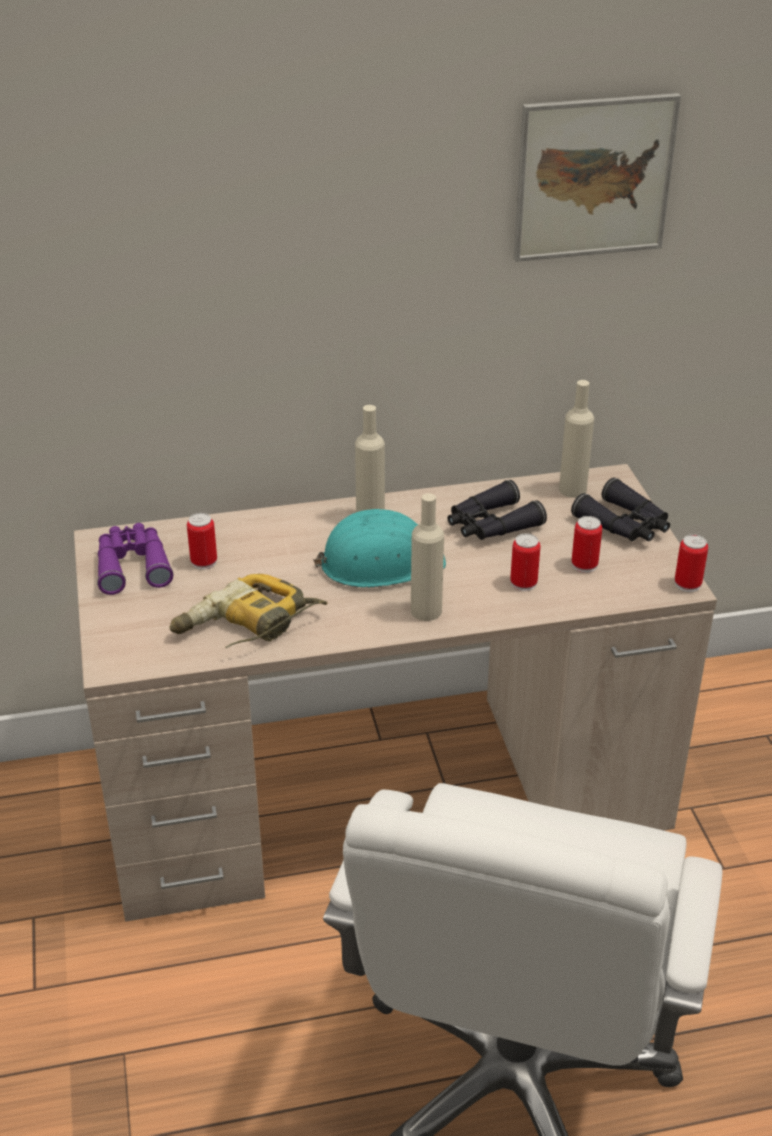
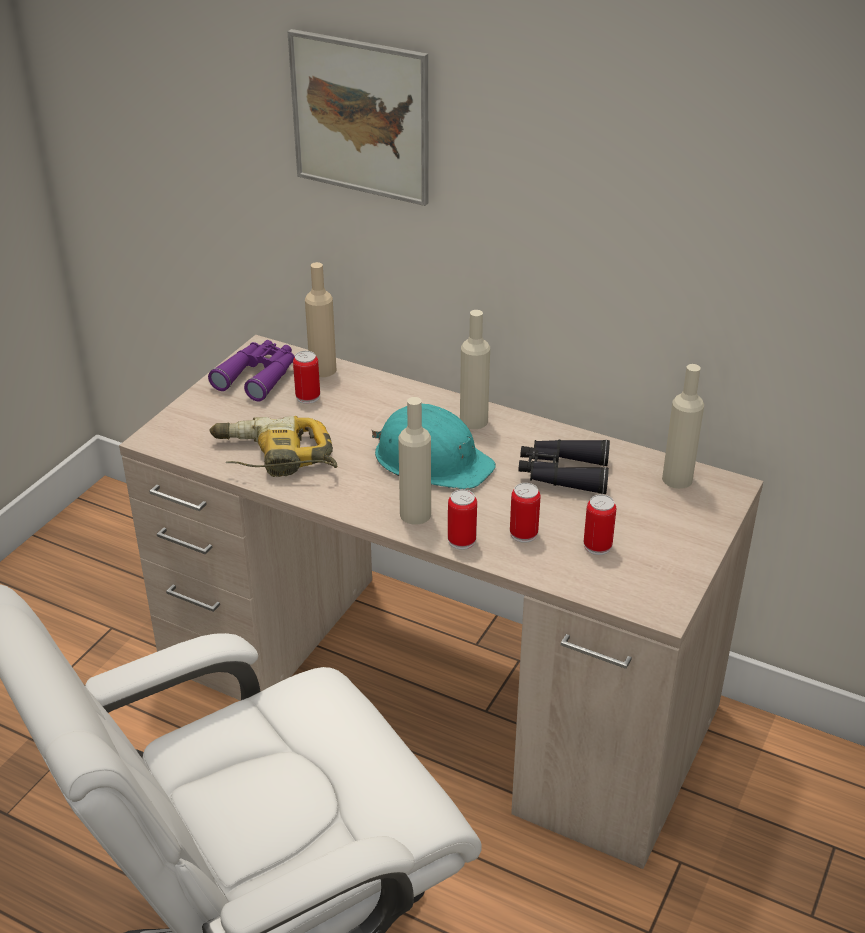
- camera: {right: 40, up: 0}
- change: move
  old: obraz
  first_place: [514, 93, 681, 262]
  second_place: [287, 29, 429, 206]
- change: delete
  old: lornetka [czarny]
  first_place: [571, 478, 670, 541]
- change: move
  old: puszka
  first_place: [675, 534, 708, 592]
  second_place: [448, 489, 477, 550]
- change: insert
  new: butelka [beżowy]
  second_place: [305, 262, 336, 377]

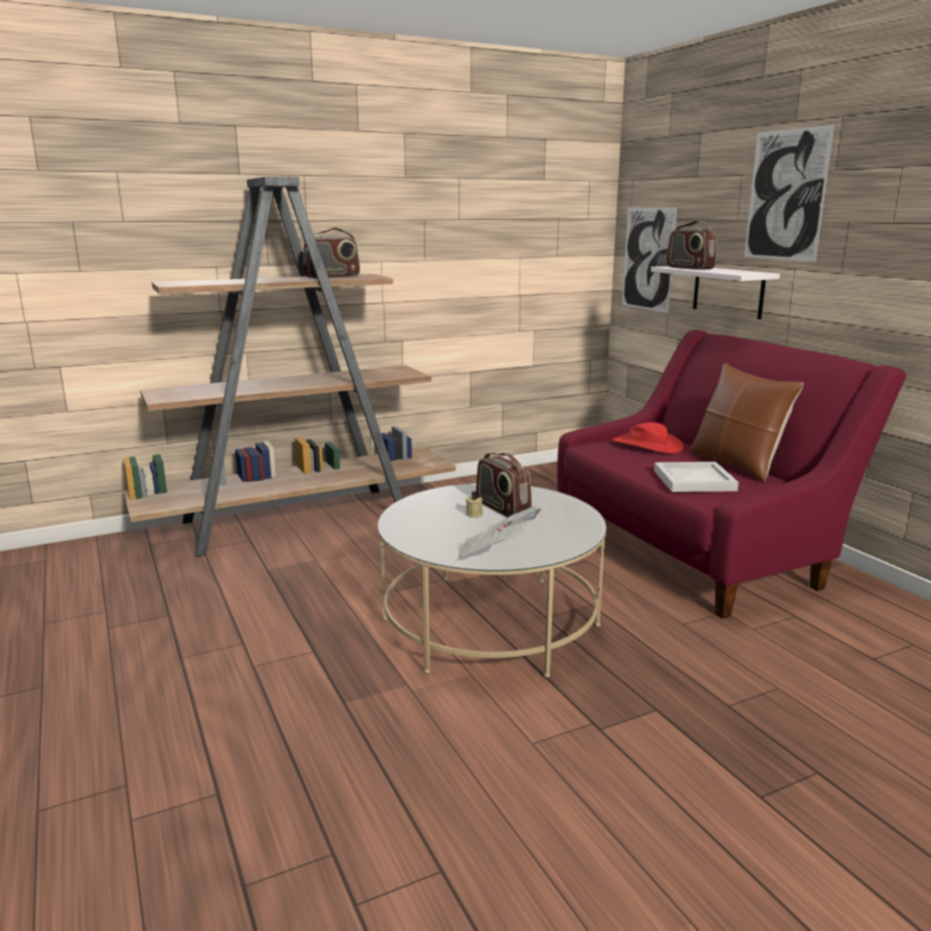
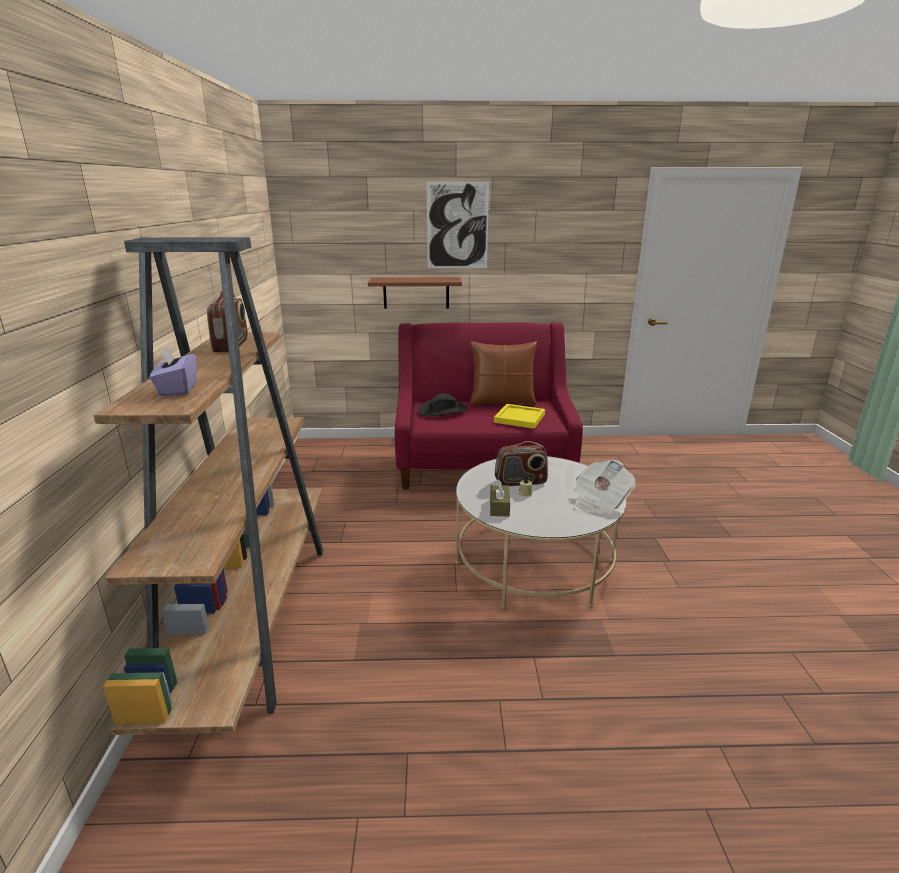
- camera: {right: -65, up: 5}
- change: recolor
  old: kapelusz [czerwony]
  new: kapelusz [czarny]
  first_place: [612, 422, 684, 453]
  second_place: [418, 393, 468, 416]
- change: delete
  old: obraz
  first_place: [622, 207, 677, 313]
- change: recolor
  old: półka [biały]
  new: półka [brązowy]
  first_place: [651, 266, 780, 319]
  second_place: [368, 277, 462, 309]
- change: recolor
  old: taca [biały]
  new: taca [żółty]
  first_place: [654, 462, 739, 492]
  second_place: [494, 404, 545, 429]
- change: delete
  old: radio
  first_place: [666, 221, 716, 270]
- change: insert
  new: pudełko chusteczek [fioletowy]
  second_place: [149, 346, 197, 396]
- change: insert
  new: pudełko chusteczek [brązowy]
  second_place: [490, 480, 510, 517]

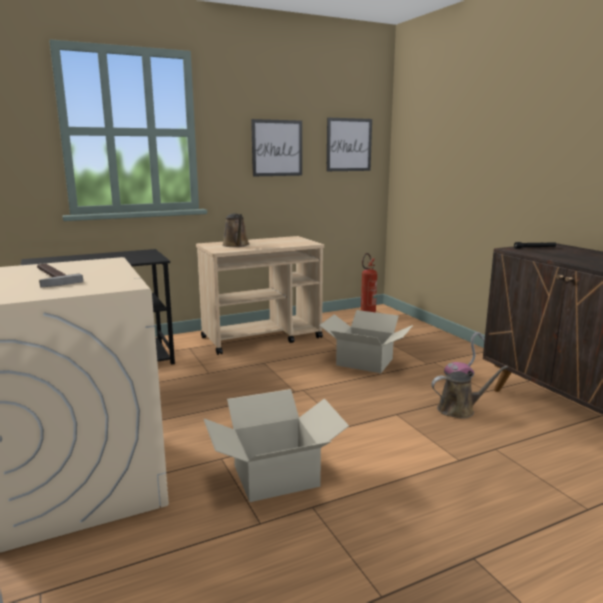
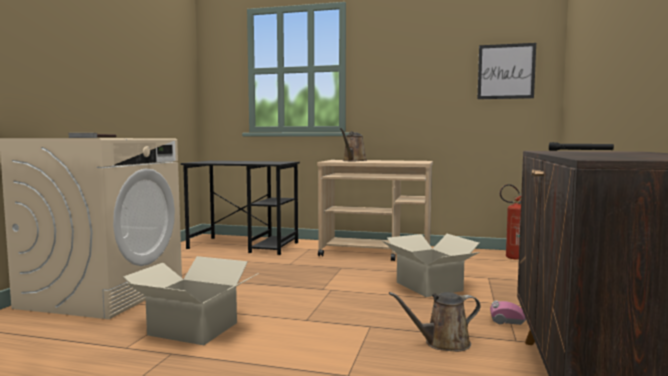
- camera: {right: 40, up: -10}
- change: delete
  old: obraz
  first_place: [251, 119, 302, 176]
- change: rotate
  old: konewka [brązowy]
  first_place: [431, 366, 508, 419]
  second_place: [389, 292, 480, 352]
  degrees: 135

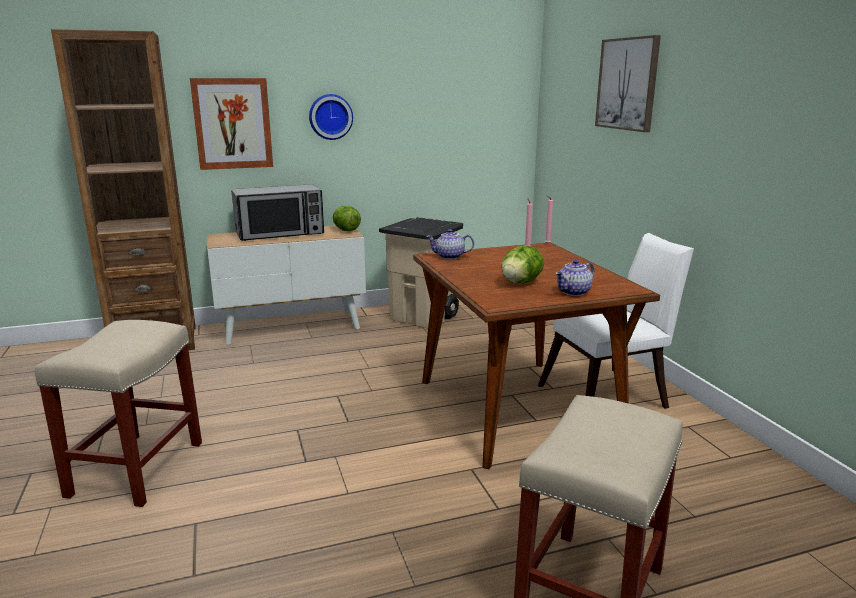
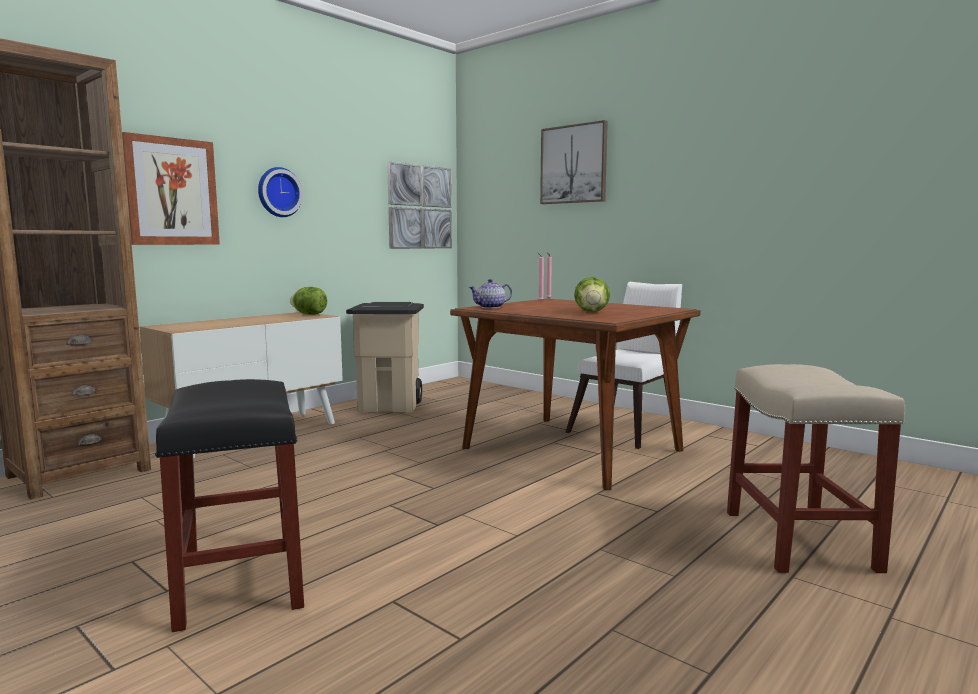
- camera: {right: -30, up: -10}
- change: recolor
  old: stołek [beżowy]
  new: stołek [czarny]
  first_place: [35, 320, 202, 507]
  second_place: [155, 379, 304, 632]
- change: delete
  old: mikrofalówka
  first_place: [231, 184, 324, 241]
- change: delete
  old: imbryk
  first_place: [555, 260, 594, 296]
- change: insert
  new: obraz
  second_place: [387, 161, 452, 249]

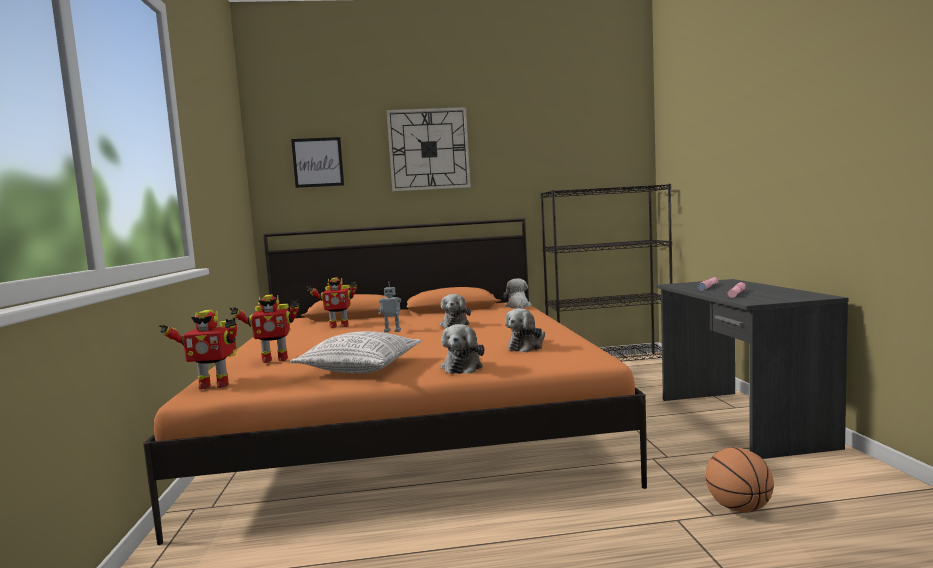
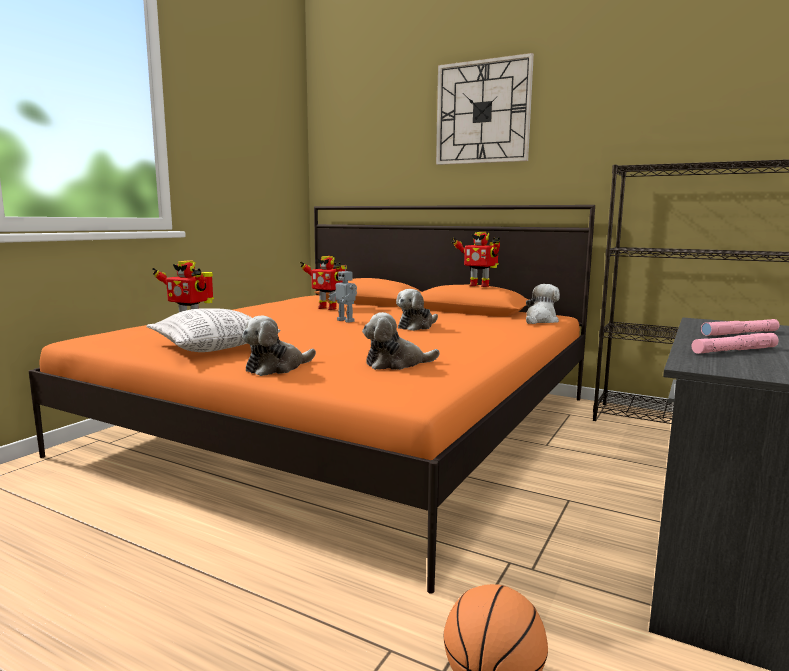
- camera: {right: 35, up: 5}
- change: move
  old: robot zabawkowy
  first_place: [159, 310, 237, 389]
  second_place: [451, 232, 500, 287]
- change: delete
  old: obraz
  first_place: [291, 137, 344, 188]

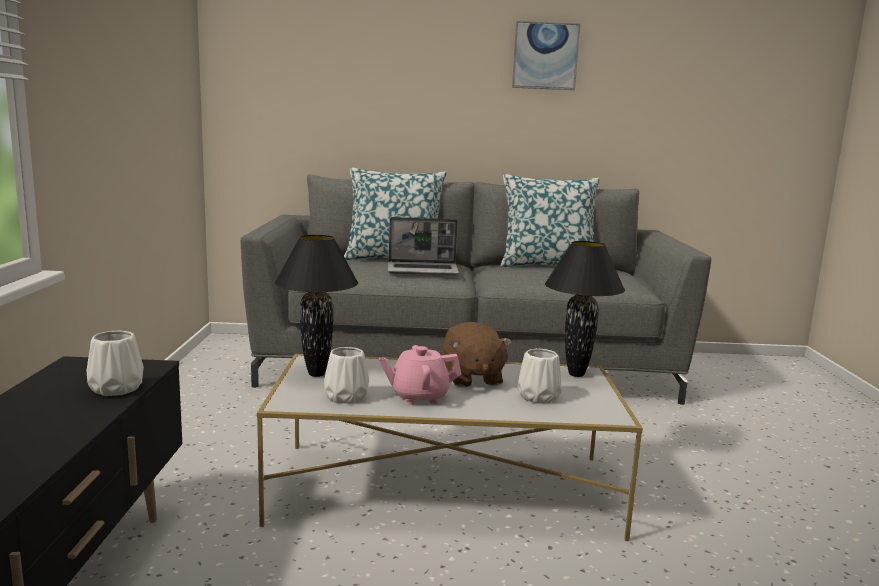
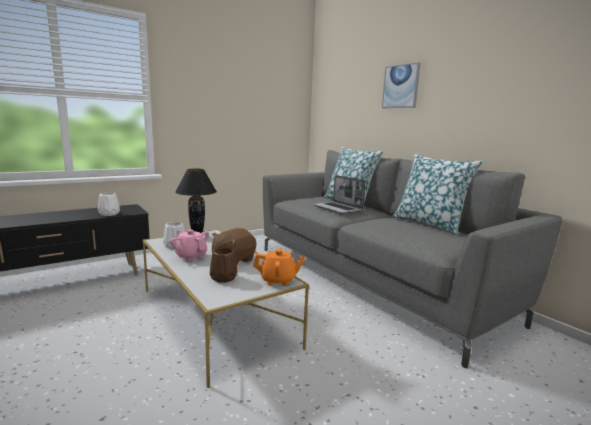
- camera: {right: 55, up: 0}
- change: move
  old: obraz
  first_place: [512, 21, 580, 90]
  second_place: [382, 62, 421, 108]
- change: recolor
  old: wazon [biały]
  new: wazon [brązowy]
  first_place: [518, 349, 561, 404]
  second_place: [210, 248, 237, 283]
- change: replace
  old: lampa stołowa [czarny]
  new: imbryk [pomarańczowy]
  first_place: [545, 241, 625, 377]
  second_place: [253, 248, 305, 286]

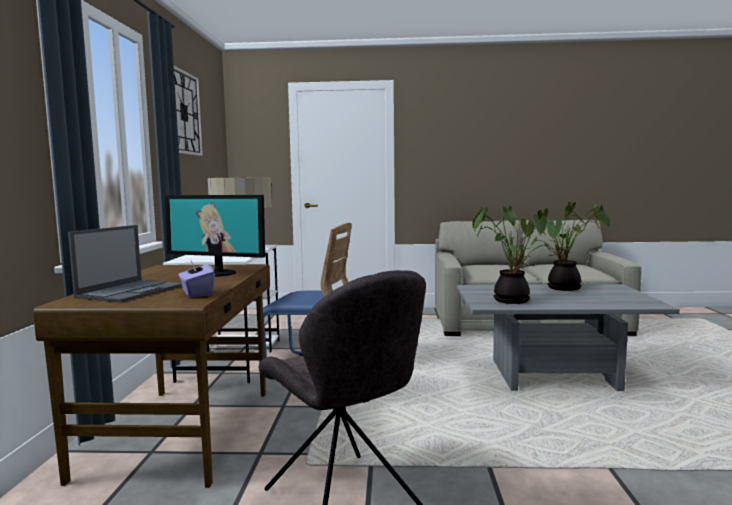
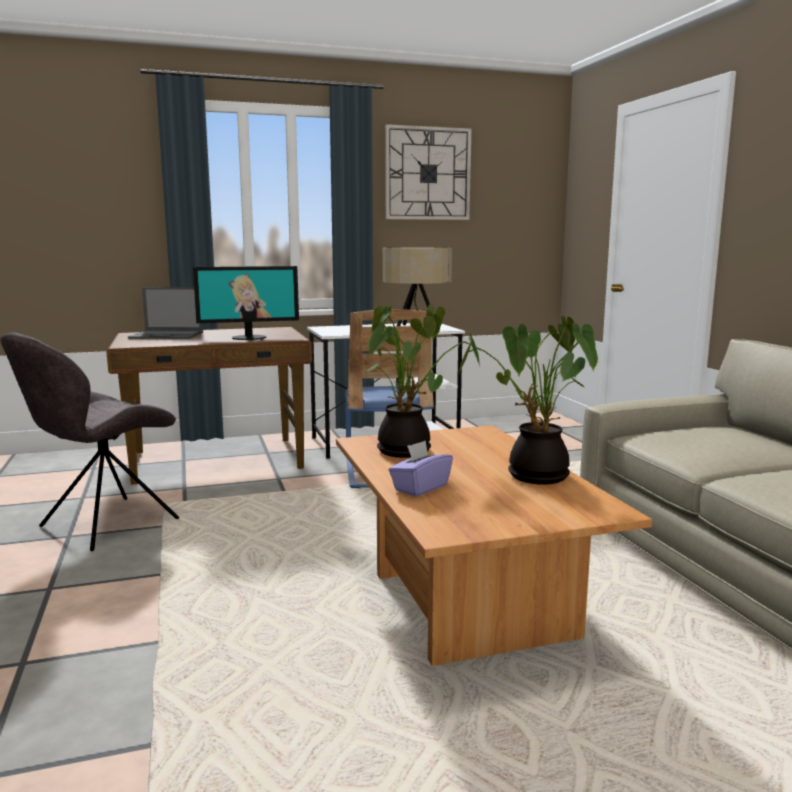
- camera: {right: 70, up: 5}
- change: rotate
  old: monitor
  first_place: [165, 195, 265, 276]
  second_place: [193, 266, 299, 340]
  degrees: -105
- change: move
  old: pudełko chusteczek [fioletowy]
  first_place: [179, 259, 215, 298]
  second_place: [389, 440, 453, 497]
- change: recolor
  old: ława [szary]
  new: ława [brązowy]
  first_place: [457, 284, 680, 391]
  second_place: [336, 425, 652, 666]

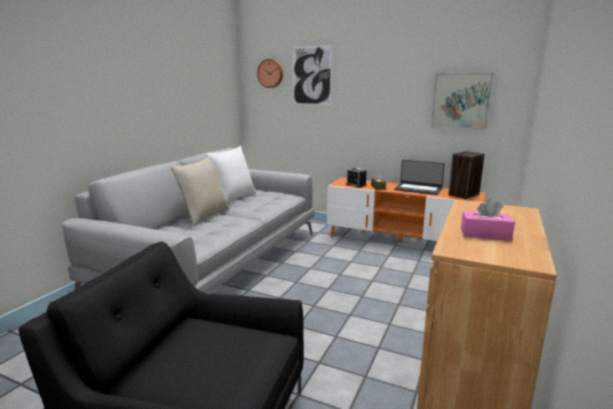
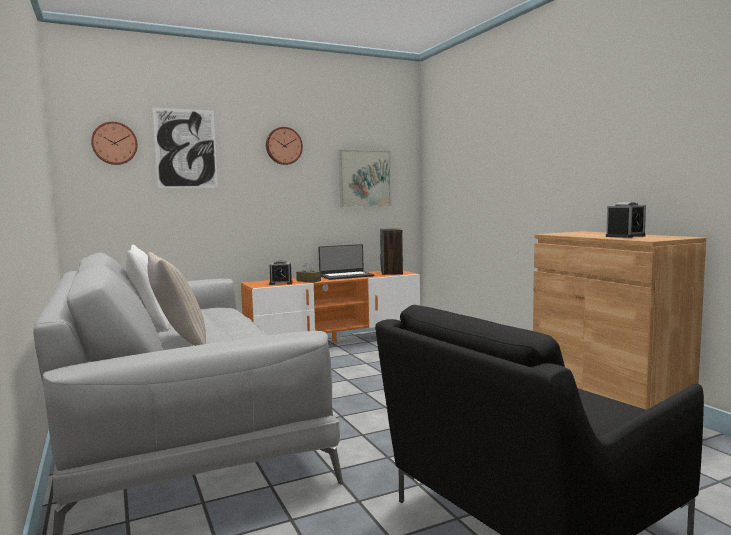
- camera: {right: -50, up: -10}
- change: replace
  old: pudełko chusteczek [różowy]
  new: budzik
  first_place: [461, 198, 515, 241]
  second_place: [606, 202, 646, 238]
- change: insert
  new: zegar ścienny
  second_place: [266, 127, 303, 165]

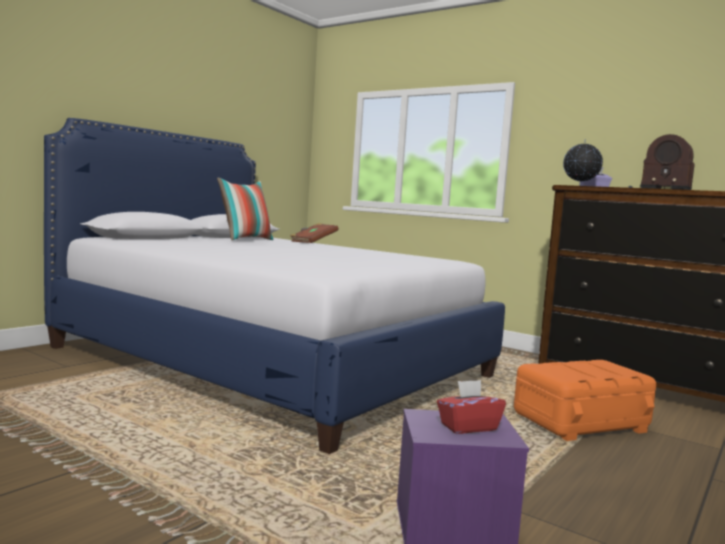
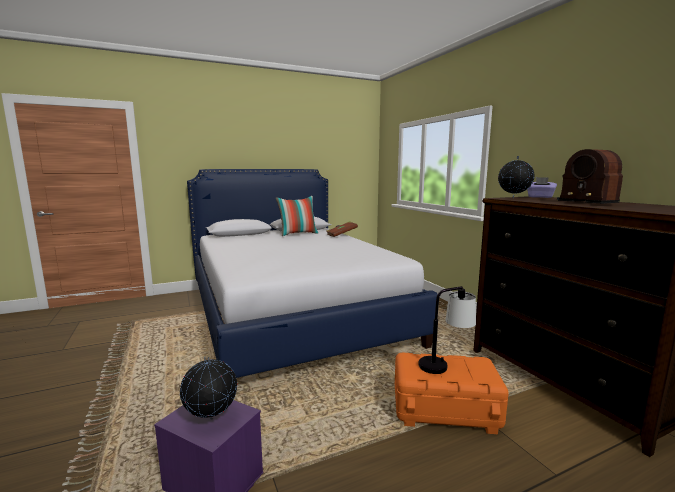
- camera: {right: 30, up: 5}
- change: replace
  old: pudełko chusteczek [czerwony]
  new: globus
  first_place: [437, 380, 506, 434]
  second_place: [180, 356, 237, 420]
- change: insert
  new: lampa stołowa
  second_place: [418, 286, 476, 374]

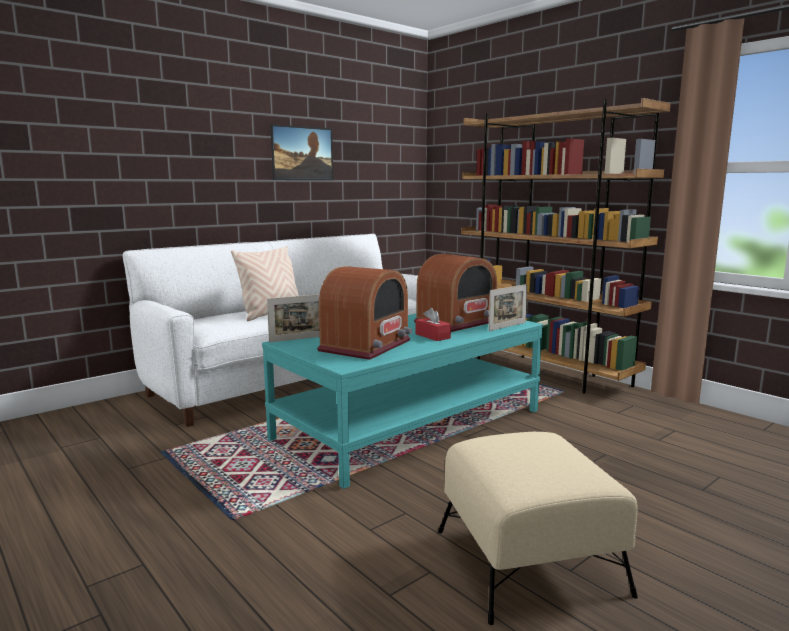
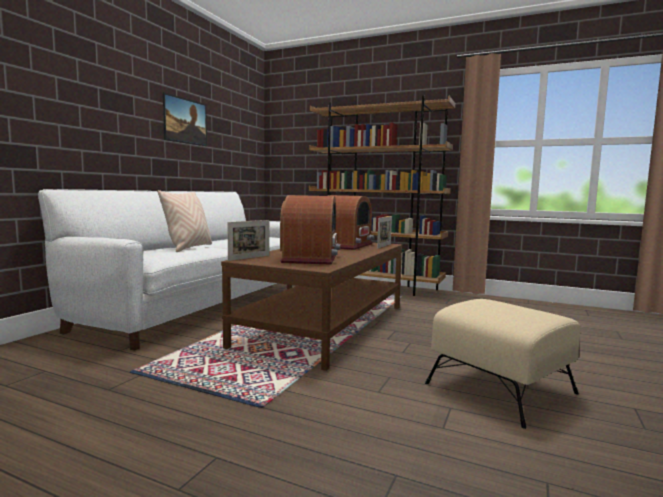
- camera: {right: -25, up: -5}
- change: recolor
  old: ława [turkusowy]
  new: ława [brązowy]
  first_place: [262, 314, 543, 489]
  second_place: [221, 242, 402, 371]
- change: delete
  old: pudełko chusteczek [czerwony]
  first_place: [416, 308, 451, 341]

